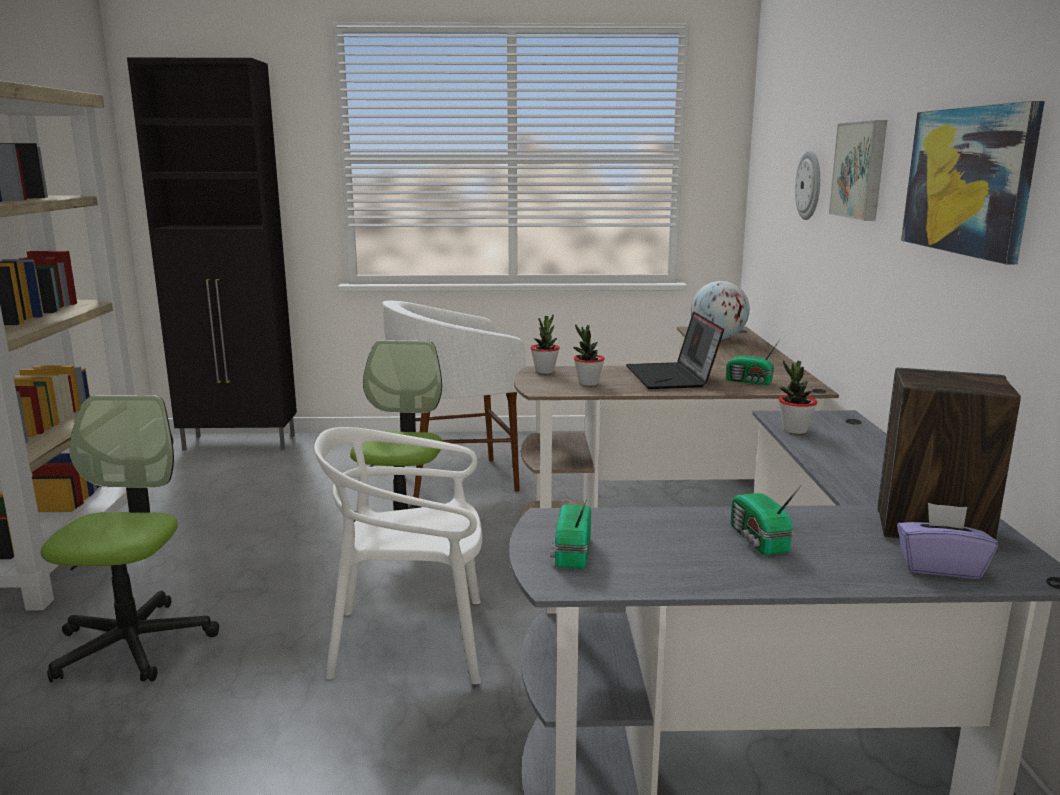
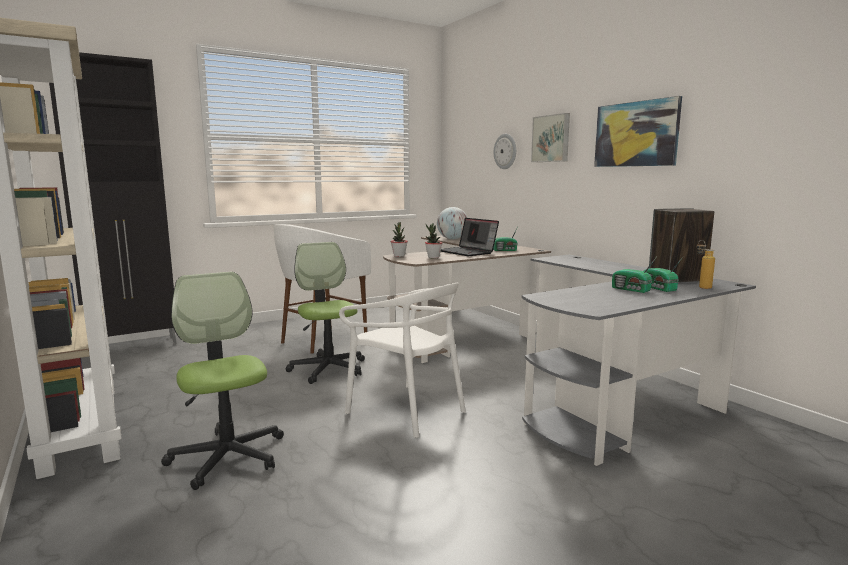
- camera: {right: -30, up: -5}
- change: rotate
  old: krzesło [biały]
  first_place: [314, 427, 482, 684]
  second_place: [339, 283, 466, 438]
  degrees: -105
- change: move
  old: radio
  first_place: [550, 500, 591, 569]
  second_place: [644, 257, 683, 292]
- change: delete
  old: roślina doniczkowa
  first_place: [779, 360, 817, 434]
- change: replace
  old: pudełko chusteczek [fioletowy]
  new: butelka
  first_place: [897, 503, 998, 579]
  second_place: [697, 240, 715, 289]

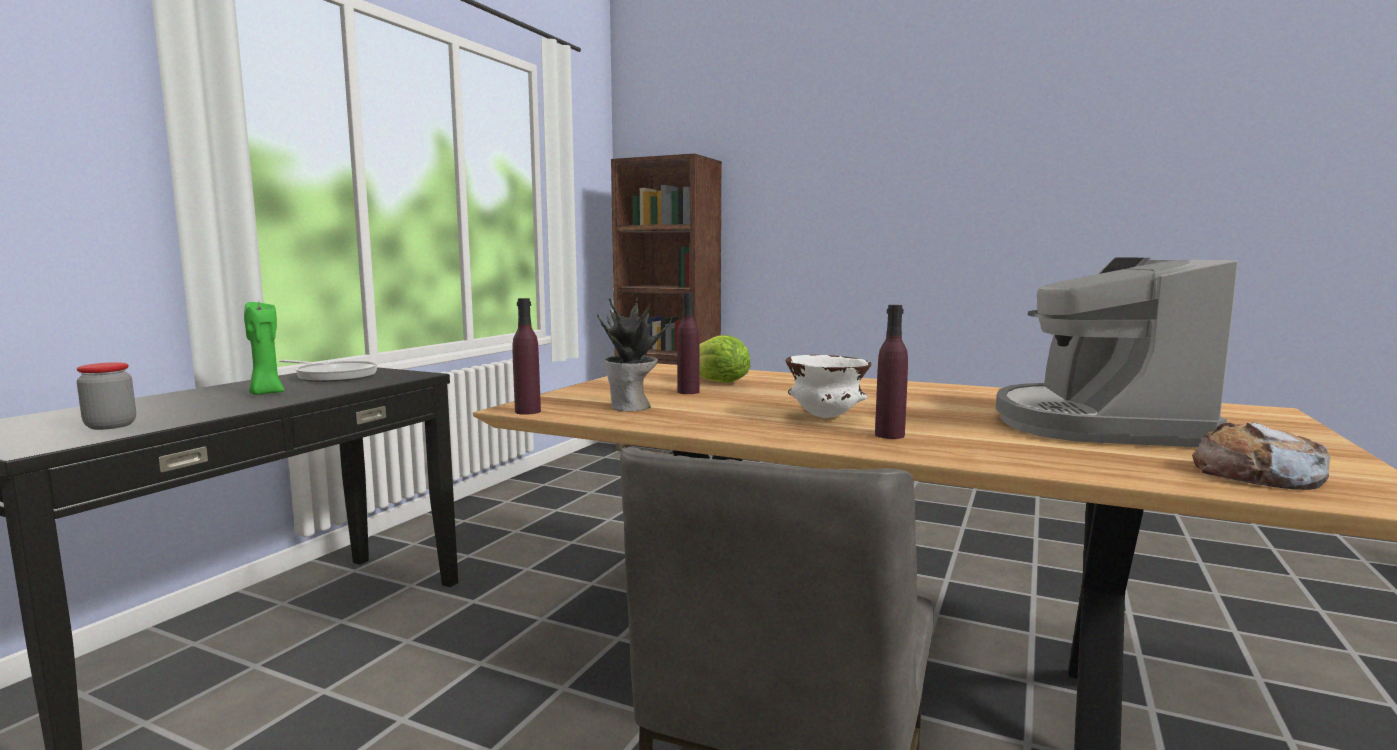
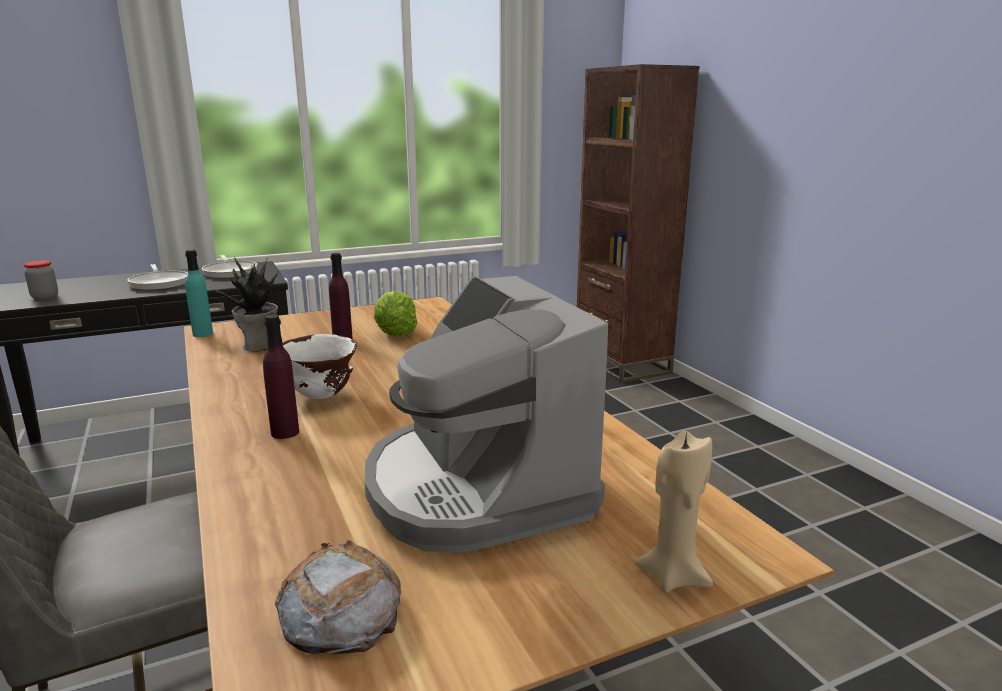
- camera: {right: 40, up: 10}
- change: replace
  old: świeca [zielony]
  new: patelnia
  first_place: [244, 302, 284, 395]
  second_place: [127, 264, 188, 291]
- change: recolor
  old: butelka [fioletowy]
  new: butelka [turkusowy]
  first_place: [513, 298, 541, 415]
  second_place: [185, 249, 213, 337]
- change: rotate
  old: ekspres do kawy
  first_place: [996, 258, 1238, 447]
  second_place: [364, 276, 608, 553]
  degrees: -75
- change: insert
  new: świeca [beżowy]
  second_place: [635, 431, 713, 593]

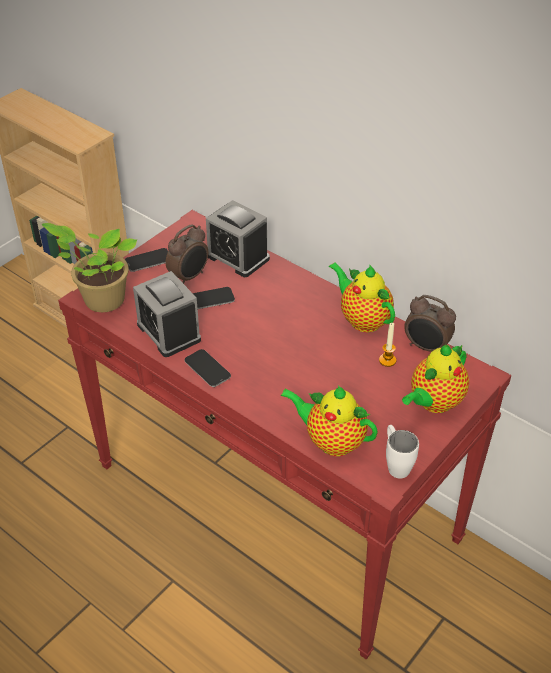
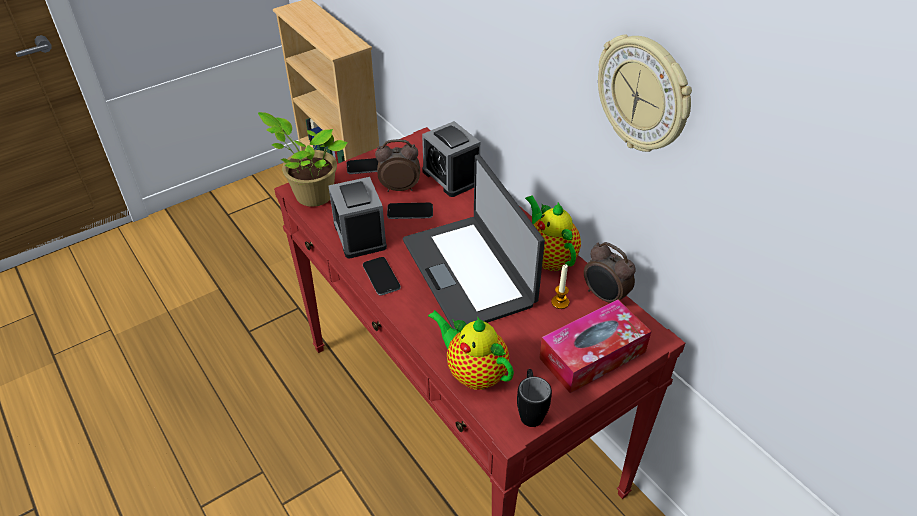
- camera: {right: 15, up: 0}
- change: rotate
  old: budzik
  first_place: [166, 224, 208, 284]
  second_place: [375, 139, 420, 192]
  degrees: -150
- change: recolor
  old: kubek [biały]
  new: kubek [czarny]
  first_place: [386, 425, 419, 478]
  second_place: [517, 369, 552, 427]
- change: replace
  old: imbryk
  new: pudełko chusteczek
  first_place: [402, 345, 469, 413]
  second_place: [539, 300, 651, 393]
- change: insert
  new: laptop
  second_place: [403, 155, 545, 330]
- change: insert
  new: zegar ścienny
  second_place: [598, 34, 692, 152]

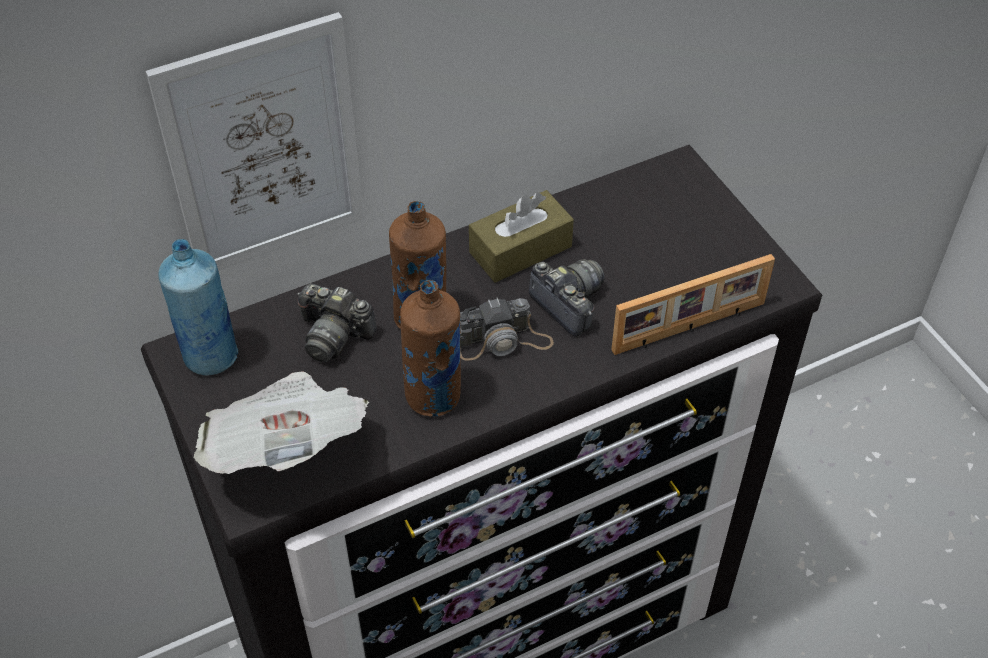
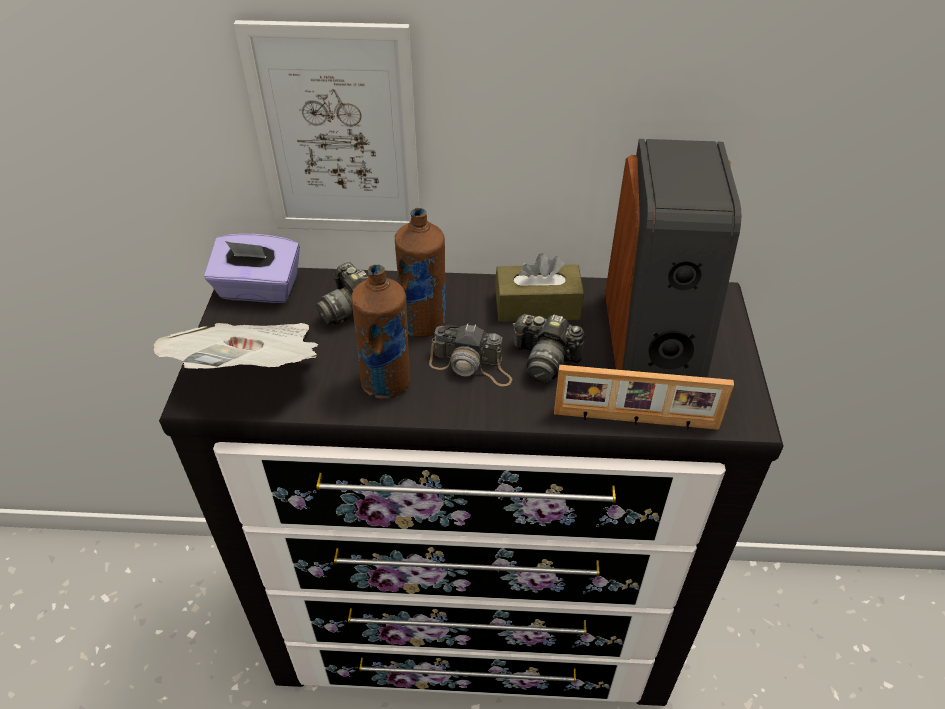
- camera: {right: 30, up: -5}
- change: replace
  old: butelka [niebieski]
  new: pudełko chusteczek [fioletowy]
  first_place: [158, 239, 238, 375]
  second_place: [204, 234, 300, 303]
- change: rotate
  old: aparat fotograficzny
  first_place: [529, 259, 605, 337]
  second_place: [513, 314, 585, 383]
  degrees: 120
- change: insert
  new: głośnik
  second_place: [605, 139, 741, 378]

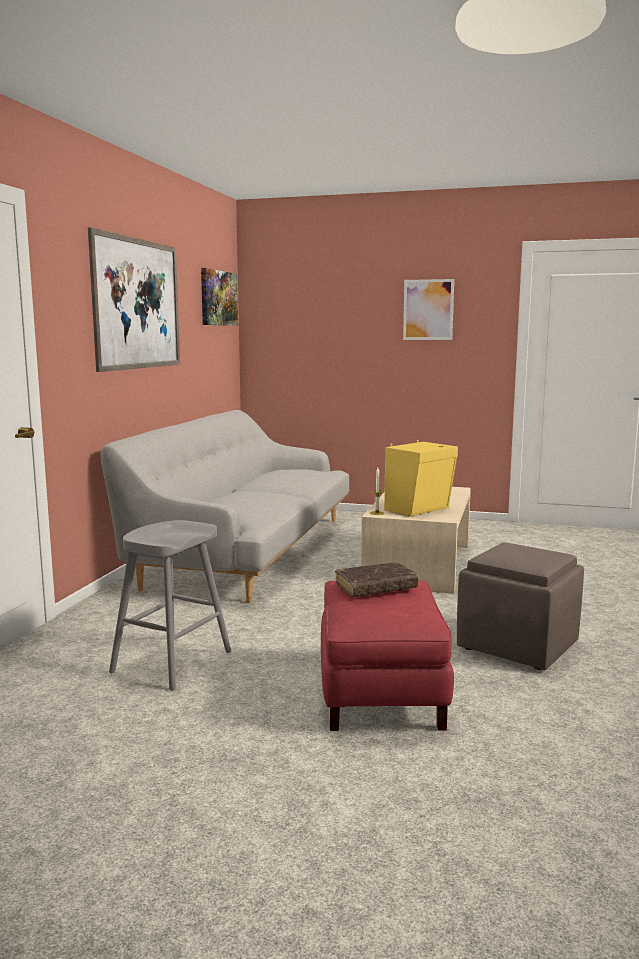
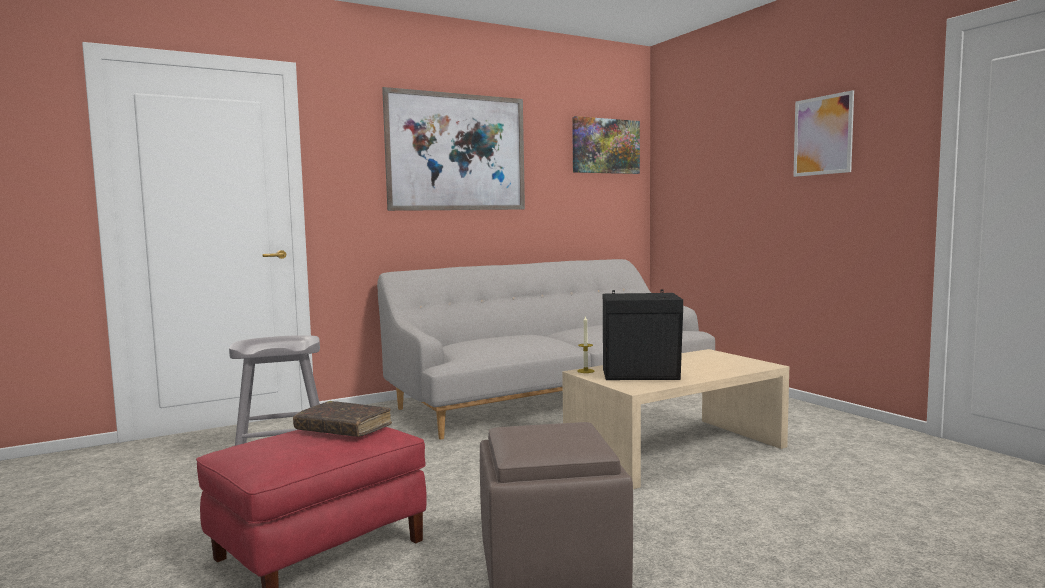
- camera: {right: 45, up: -5}
- change: recolor
  old: głośnik [żółty]
  new: głośnik [czarny]
  first_place: [384, 440, 458, 517]
  second_place: [603, 290, 683, 380]

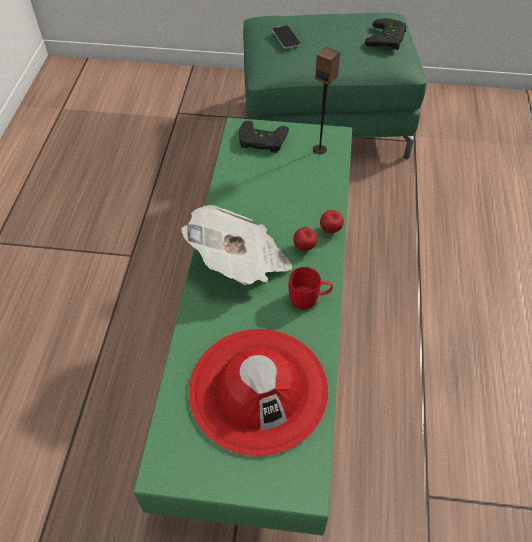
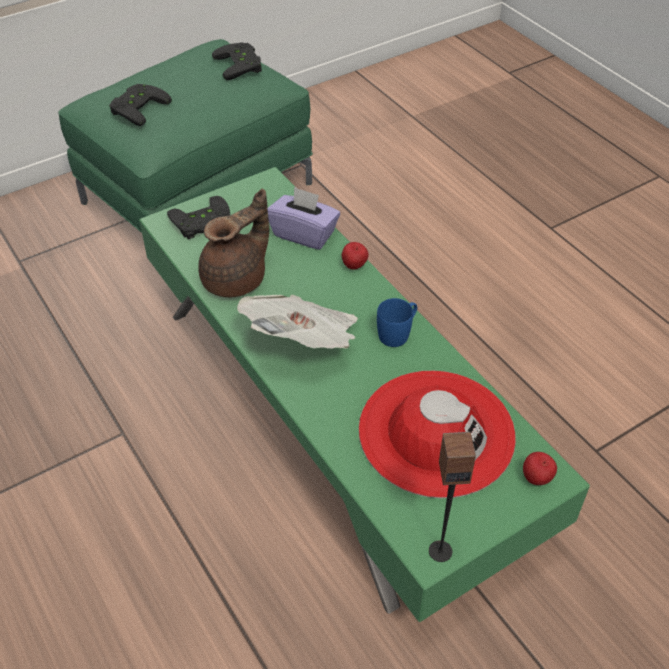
- camera: {right: -40, up: -5}
- change: replace
  old: telefon
  new: pad do gier [czarny]
  first_place: [272, 25, 301, 49]
  second_place: [109, 84, 172, 126]
- change: recolor
  old: kubek [czerwony]
  new: kubek [niebieski]
  first_place: [289, 267, 333, 309]
  second_place: [377, 298, 417, 347]
- change: move
  old: jabłko
  first_place: [293, 227, 317, 251]
  second_place: [523, 452, 557, 485]
- change: move
  old: głośnik
  first_place: [313, 47, 340, 154]
  second_place: [429, 432, 476, 562]
- change: insert
  new: imbryk [brązowy]
  second_place: [198, 188, 269, 297]
- change: insert
  new: pudełko chusteczek [fioletowy]
  second_place: [267, 186, 340, 250]

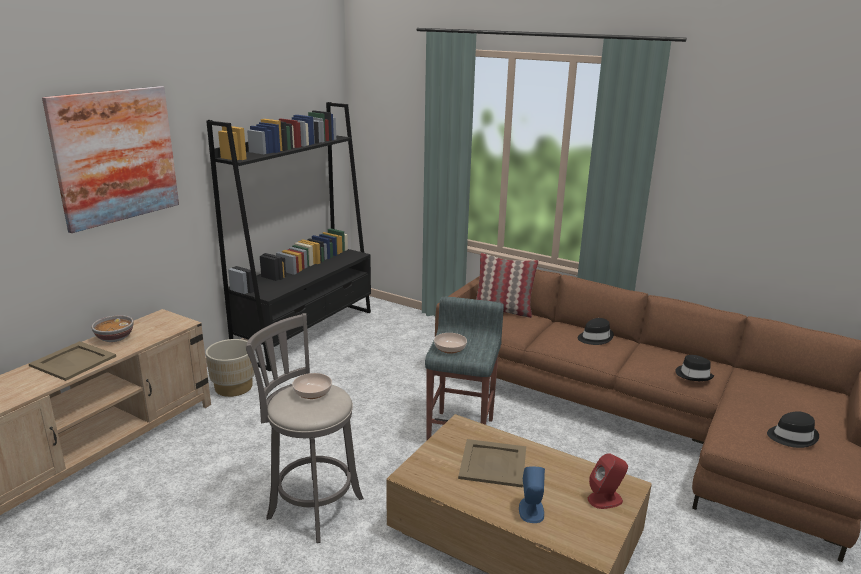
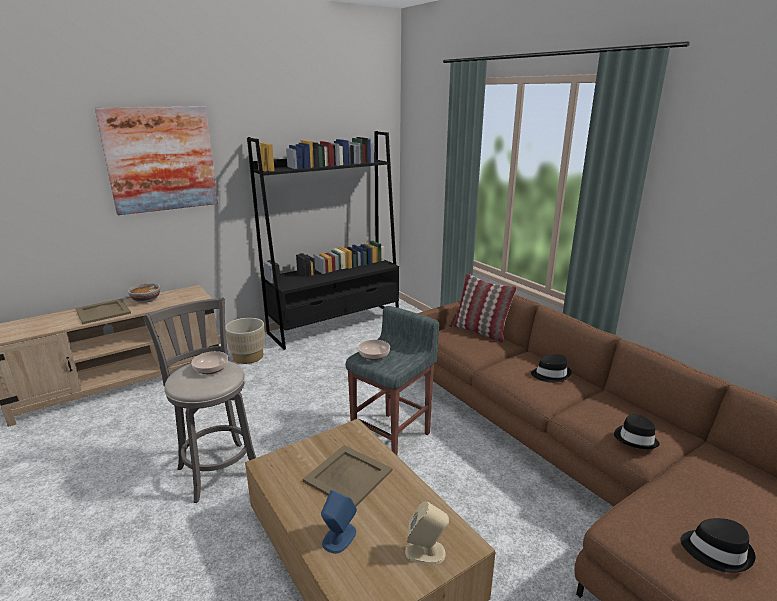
- camera: {right: 25, up: 0}
- change: recolor
  old: głośnik [czerwony]
  new: głośnik [beżowy]
  first_place: [588, 453, 628, 509]
  second_place: [405, 501, 449, 565]

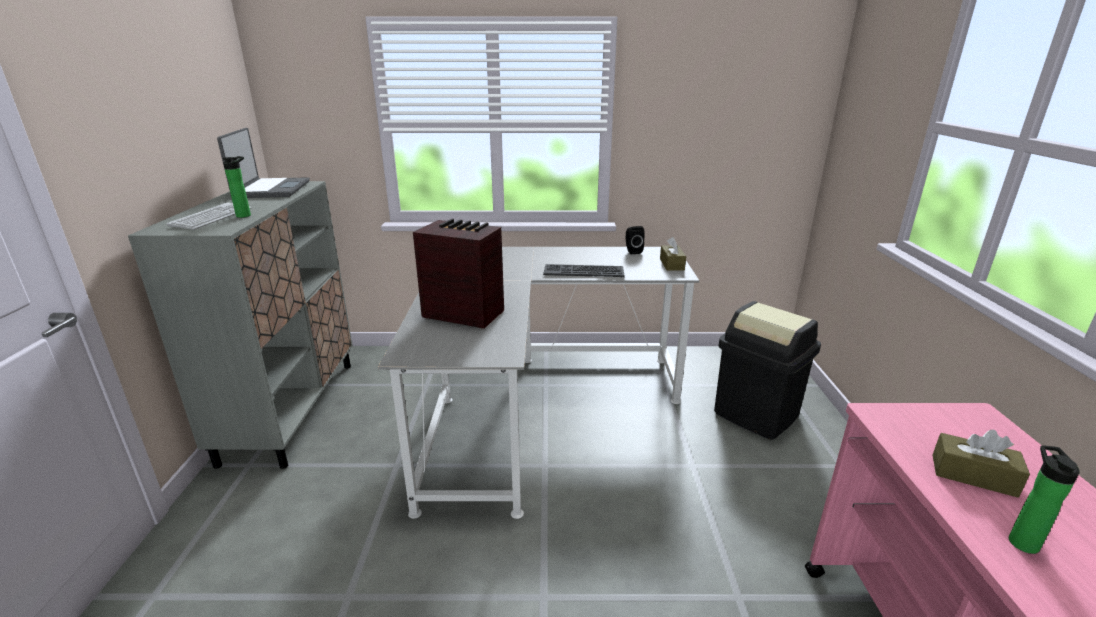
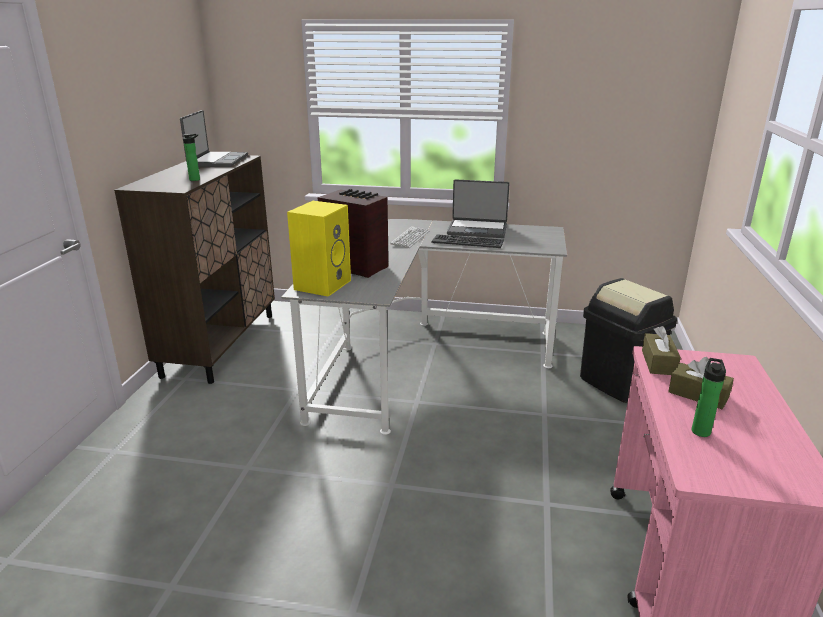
- camera: {right: 10, up: 0}
- change: recolor
  old: szafka [szary]
  new: szafka [brązowy]
  first_place: [128, 181, 353, 469]
  second_place: [114, 155, 275, 384]
- change: move
  old: klawiatura
  first_place: [166, 203, 252, 230]
  second_place: [391, 226, 429, 248]
- change: delete
  old: głośnik [czarny]
  first_place: [626, 226, 645, 254]
- change: move
  old: pudełko chusteczek [brązowy]
  first_place: [660, 237, 686, 271]
  second_place: [642, 326, 681, 375]
- change: insert
  new: głośnik [żółty]
  second_place: [287, 201, 351, 297]
- change: insert
  new: laptop
  second_place: [447, 179, 510, 238]

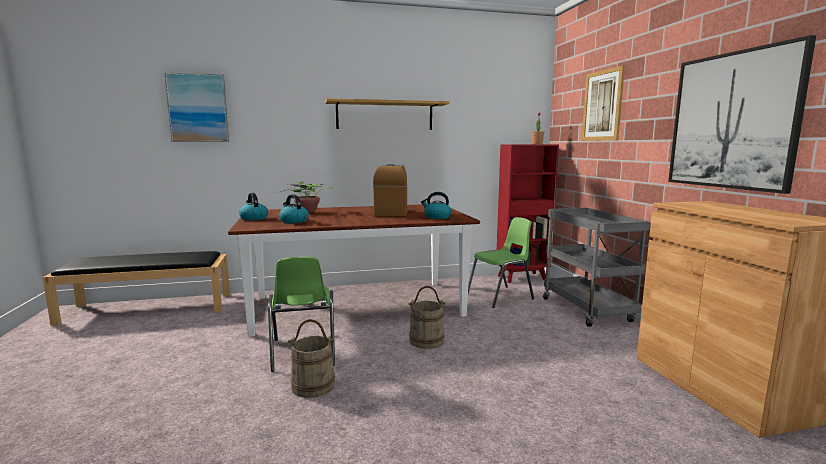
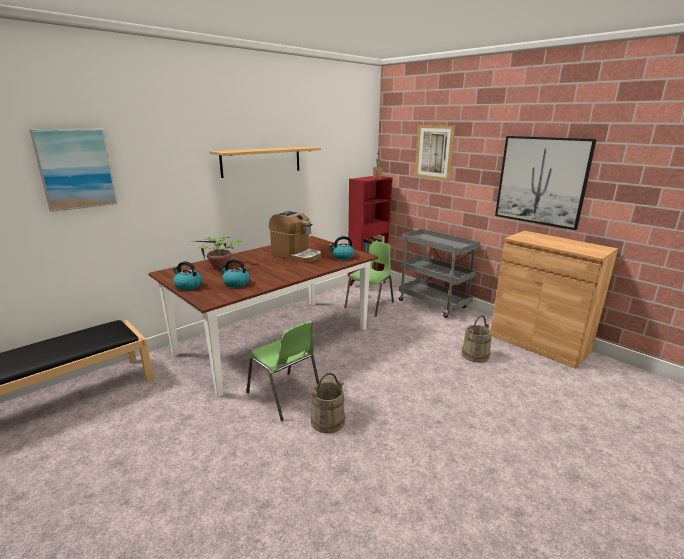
- camera: {right: -30, up: 10}
- change: rotate
  old: ekspres do kawy
  first_place: [373, 164, 408, 217]
  second_place: [269, 211, 321, 263]
  degrees: 150
- change: move
  old: wiadro [beżowy]
  first_place: [408, 286, 446, 349]
  second_place: [462, 316, 492, 363]

